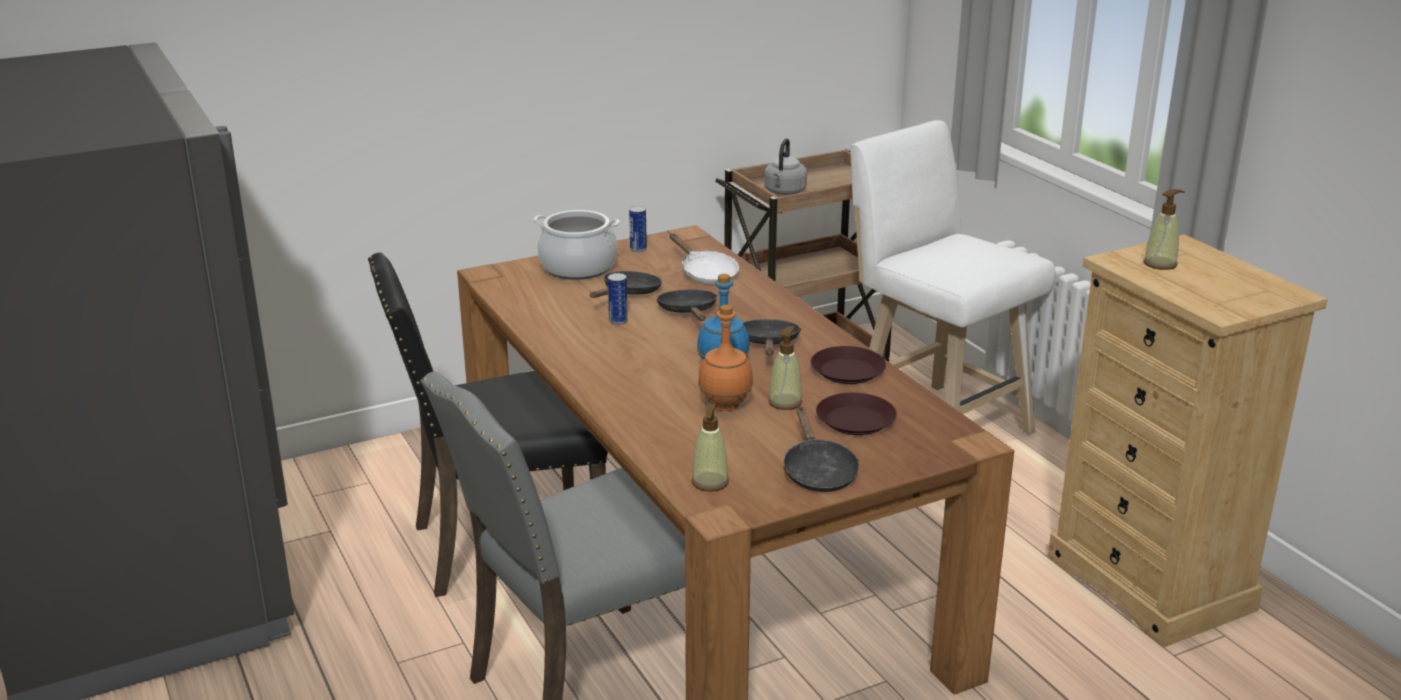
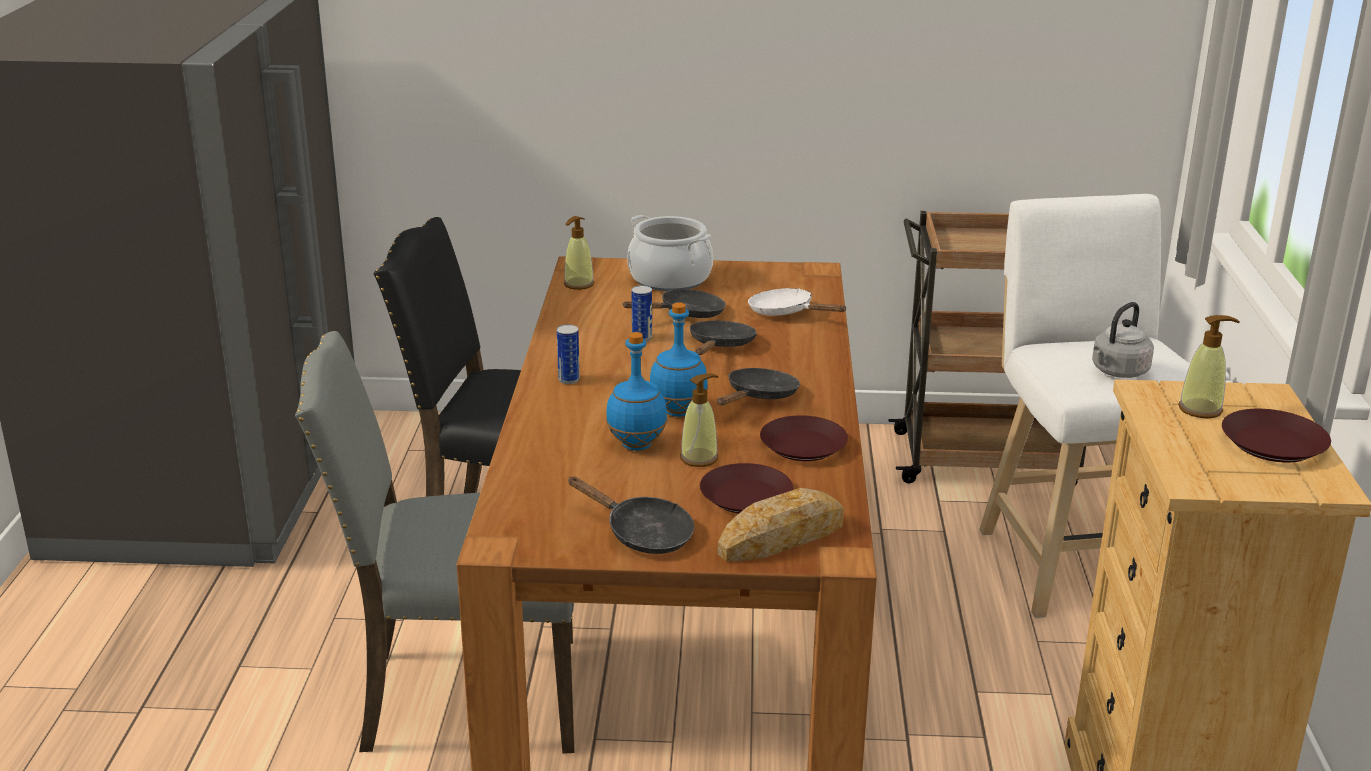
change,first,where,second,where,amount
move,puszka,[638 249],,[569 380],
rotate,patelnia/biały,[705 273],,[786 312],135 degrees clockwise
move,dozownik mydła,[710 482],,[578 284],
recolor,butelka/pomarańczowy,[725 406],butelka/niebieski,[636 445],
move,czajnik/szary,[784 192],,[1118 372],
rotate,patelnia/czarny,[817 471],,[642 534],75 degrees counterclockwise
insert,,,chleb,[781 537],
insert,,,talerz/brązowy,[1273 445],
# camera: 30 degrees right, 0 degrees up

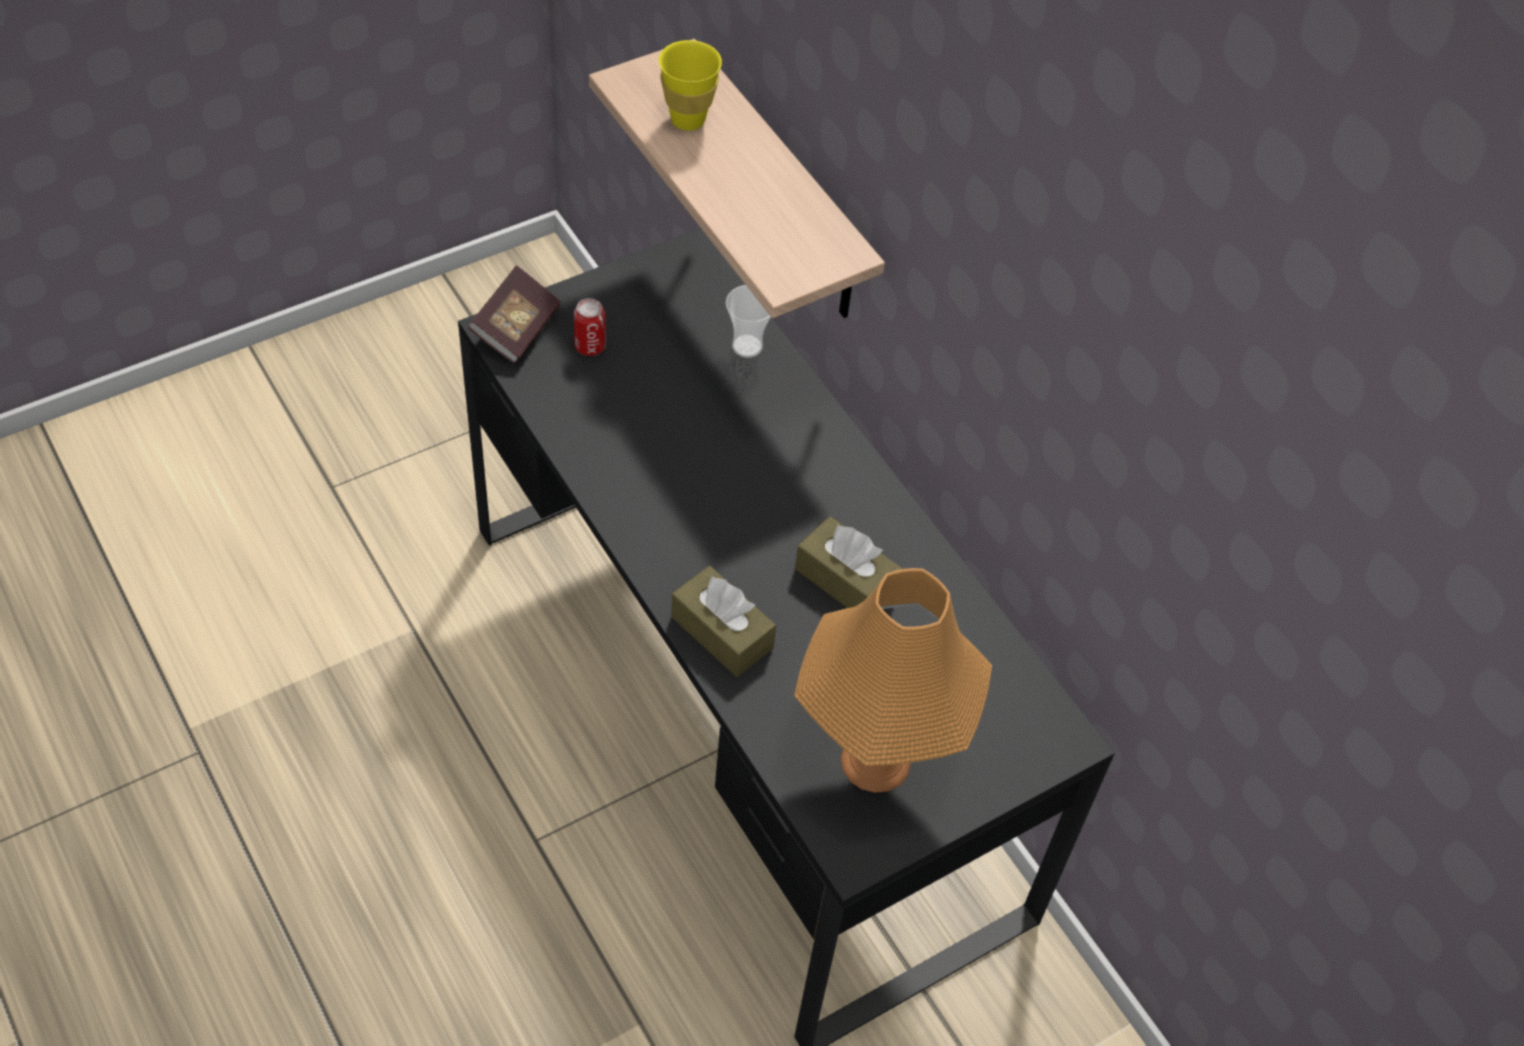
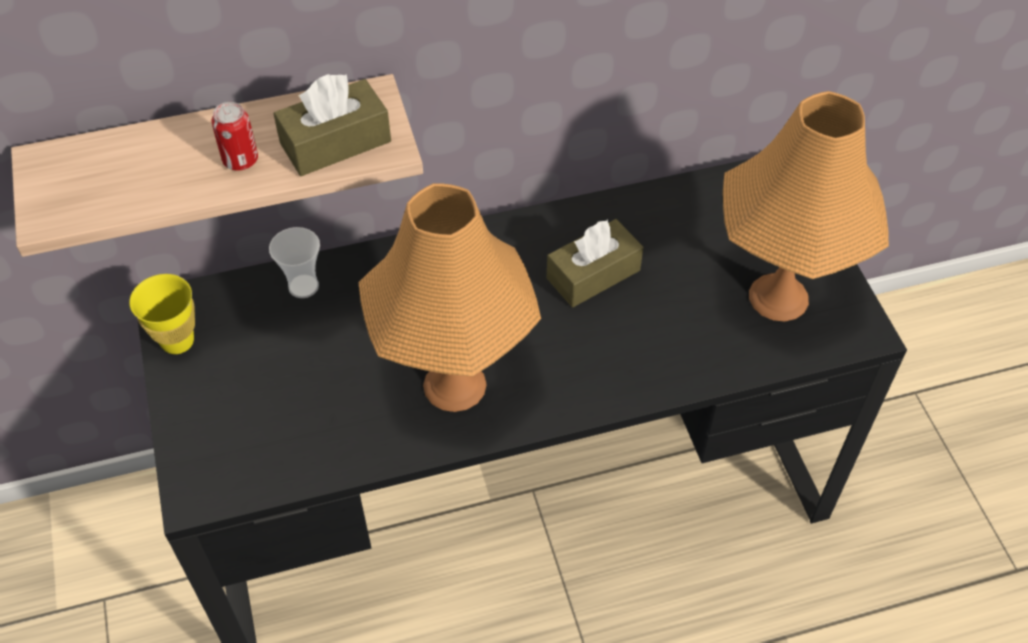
change,first,where,second,where,amount
delete,książka,[516 328],,,
move,puszka,[590 346],,[240 160],
move,filiżanka/żółty,[688 120],,[177 341],
move,pudełko chusteczek/brązowy,[722 632],,[335 142],
insert,,,lampa stołowa/pomarańczowy,[455 385],
# camera: 70 degrees left, 0 degrees up

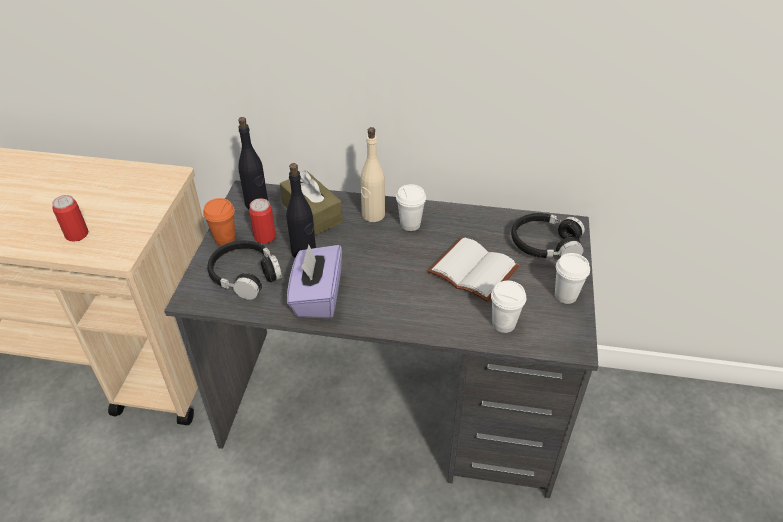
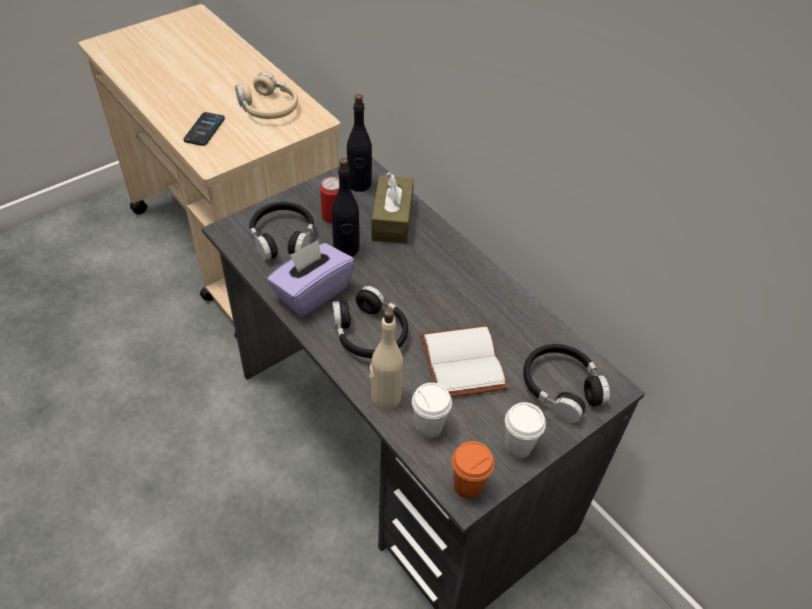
change,first,where,second,where,amount
replace,puszka,[77 234],telefon,[204 130],
move,filiżanka/pomarańczowy,[225 239],,[467 486],
move,butelka/beżowy,[373 215],,[385 397],
delete,filiżanka/biały,[410 224],,,
insert,,,słuchawki/beżowy,[268 107],
insert,,,słuchawki/czarny,[369 333],
# camera: 40 degrees right, 5 degrees up

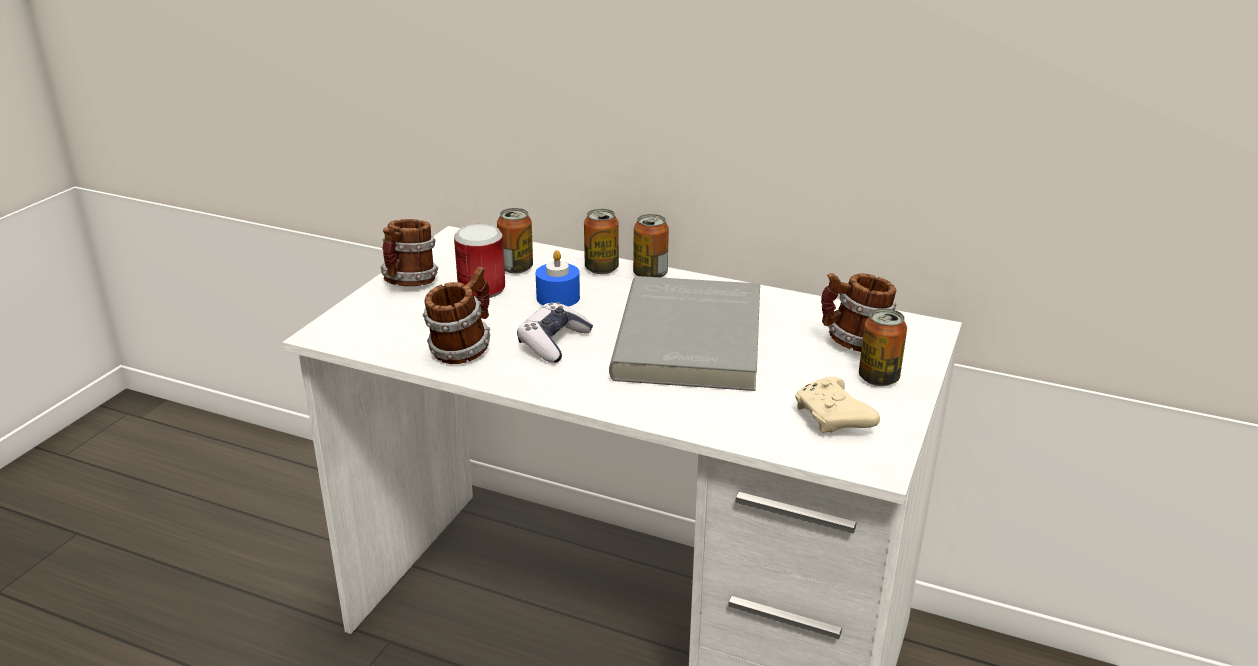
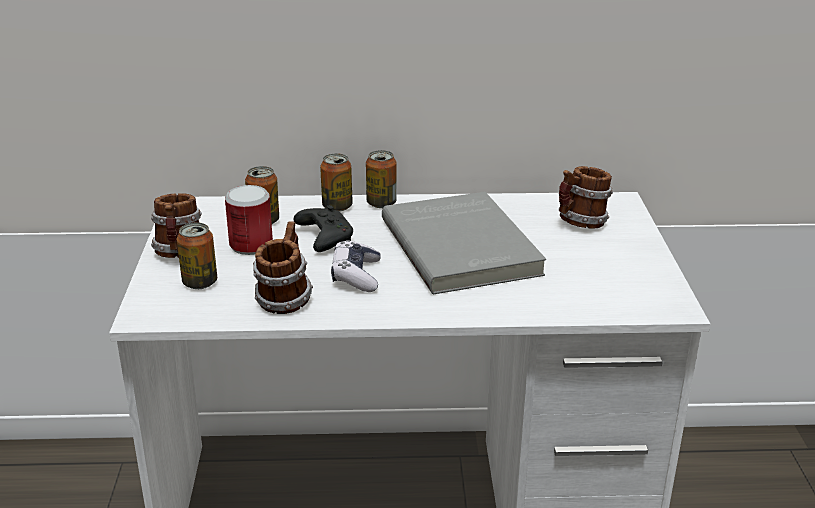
change,first,where,second,where,amount
replace,świeca/niebieski,[558 297],pad do gier/czarny,[324 238],
delete,pad do gier/beżowy,[833 419],,,
move,puszka,[878 378],,[200 282],
# camera: 25 degrees left, 0 degrees up

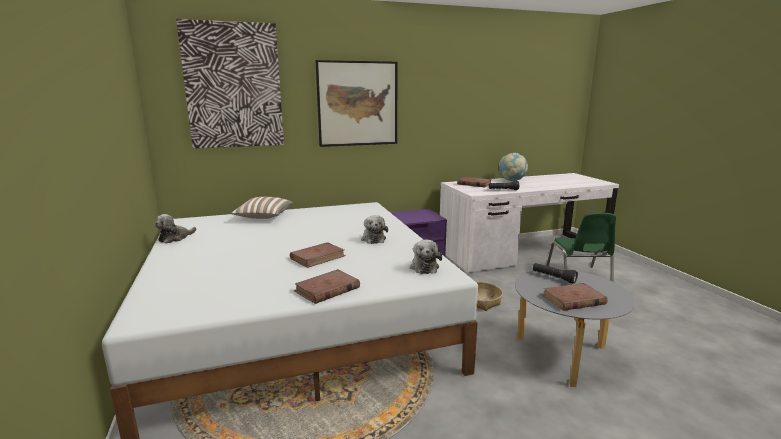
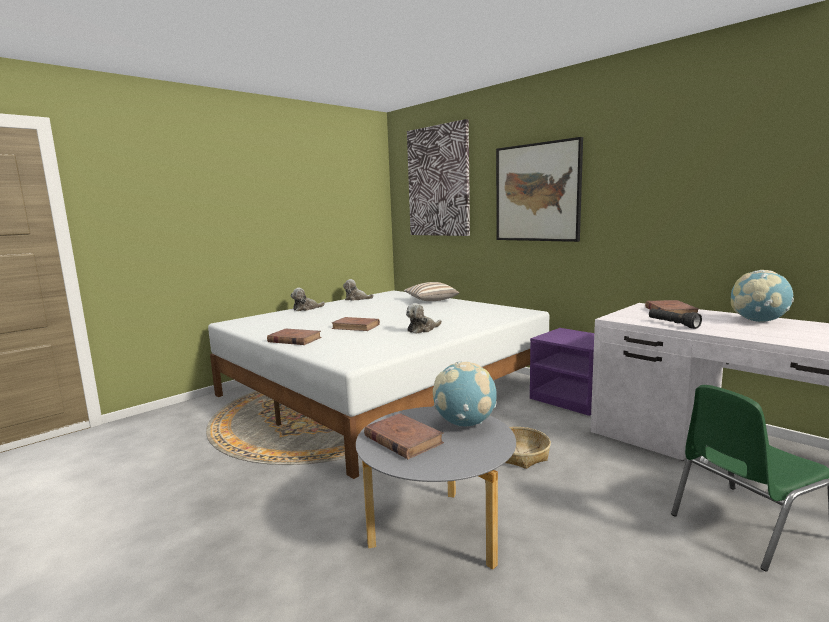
change,first,where,second,where,amount
move,pluszak,[424 267],,[306 309],
replace,latarka/czarny,[553 278],globus,[465 423],
# camera: 65 degrees right, 5 degrees down

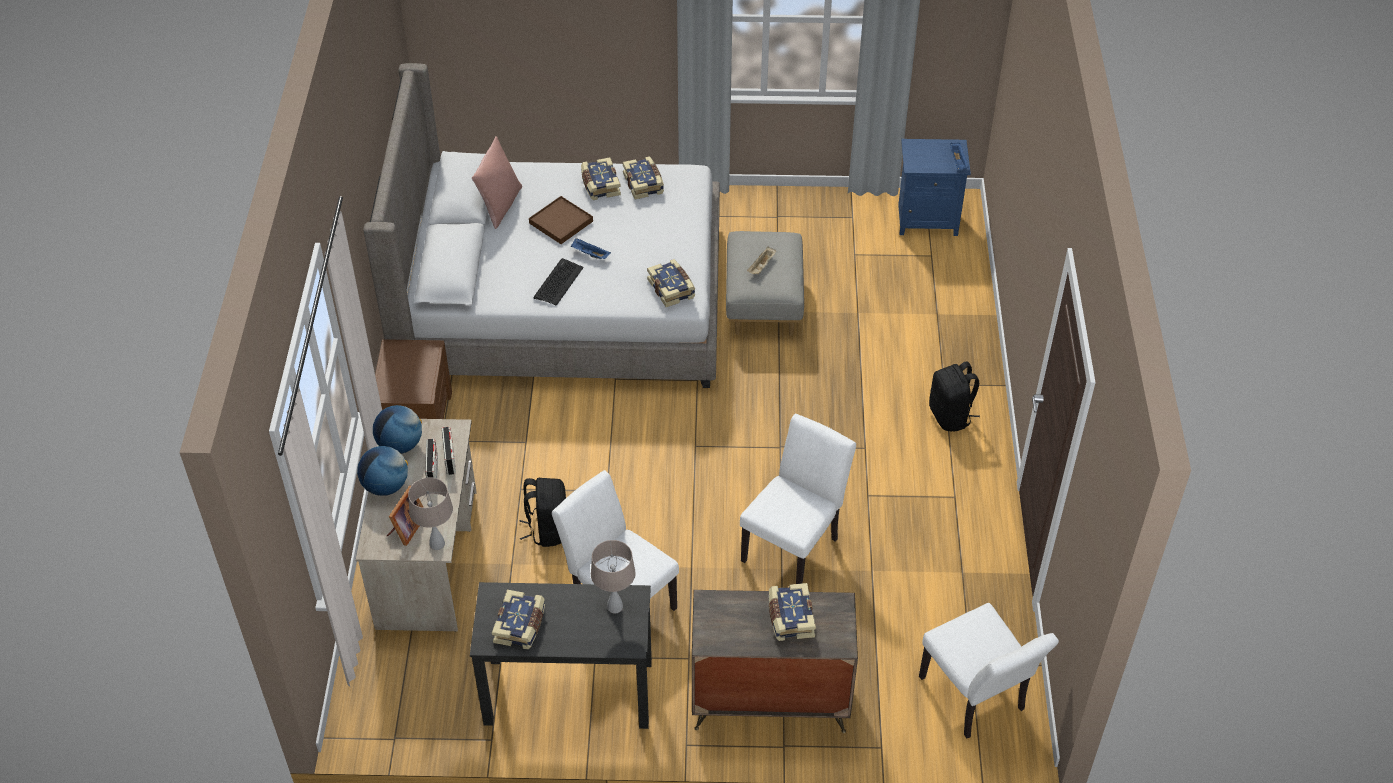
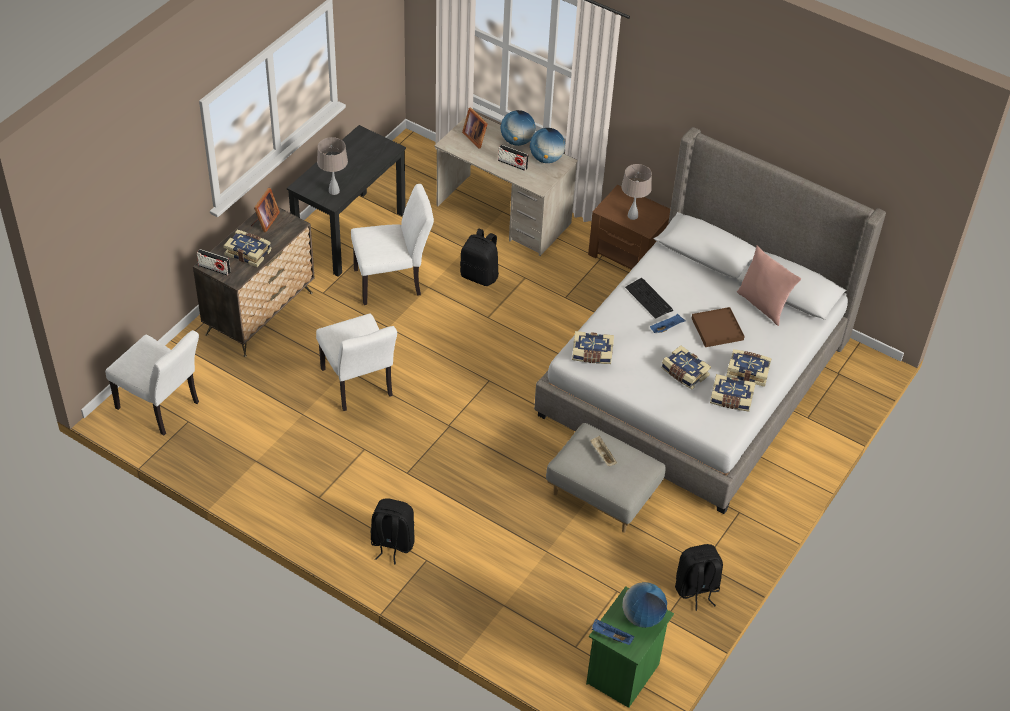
change,first,where,second,where,amount
move,lampa stołowa/beżowy,[437 543],,[633 216],
move,radio,[450 458],,[214 269],
move,książka,[521 625],,[684 373],
recolor,szafka nocna/niebieski,[927 219],szafka nocna/zielony,[624 674],
rotate,krzesło/biały,[976 699],,[162 408],150 degrees counterclockwise
insert,,,ramka na zdjęcie,[265 221],
insert,,,globus,[642 617],
insert,,,plecak/czarny,[696 589],
# camera: 120 degrees right, 0 degrees up

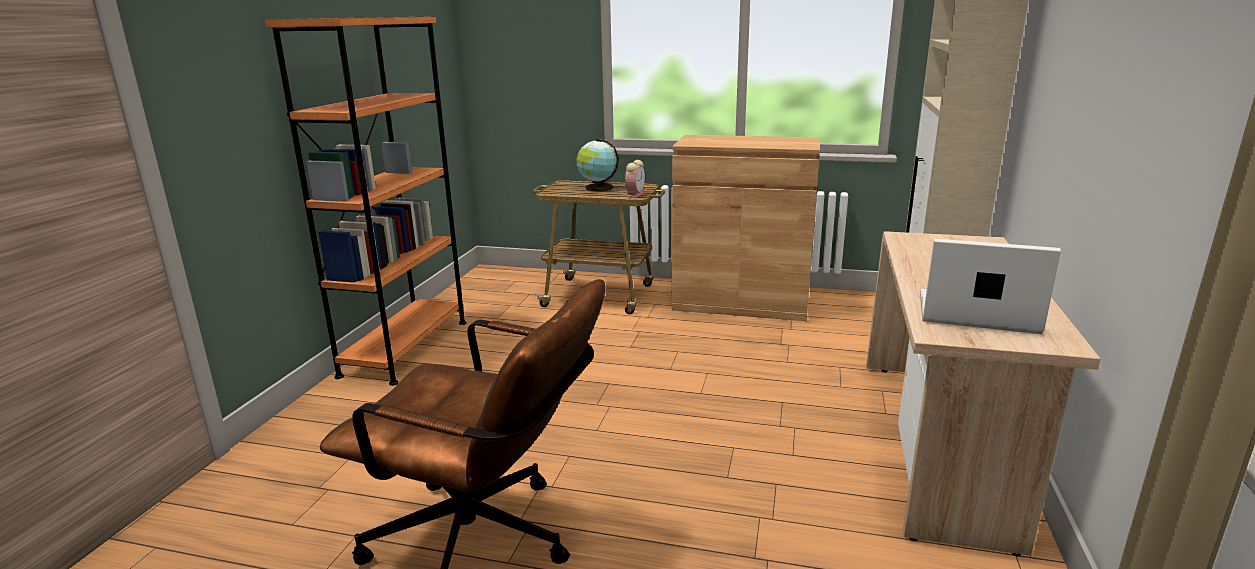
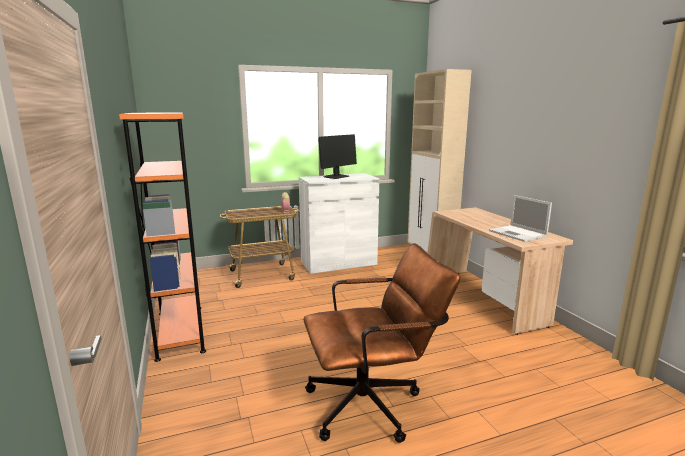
change,first,where,second,where,amount
delete,globus,[597 188],,,
recolor,szafka/brązowy,[741 303],szafka/biały,[338 263],
rotate,laptop,[974 313],,[518 234],105 degrees counterclockwise
insert,,,monitor,[336 177],
# camera: 35 degrees left, 5 degrees down

